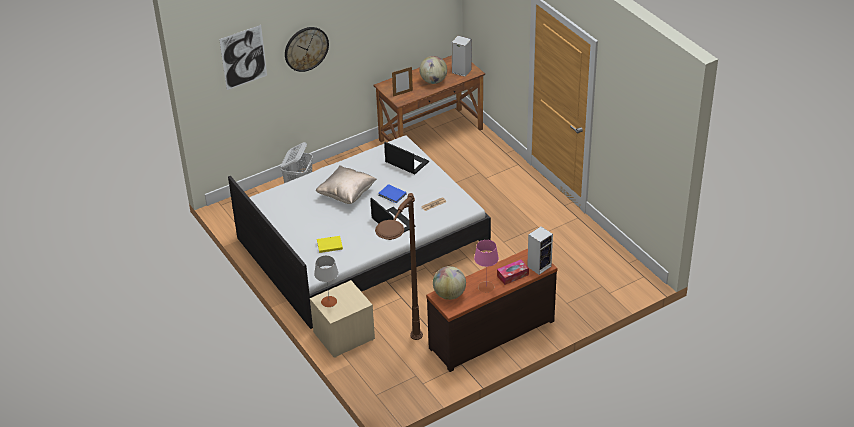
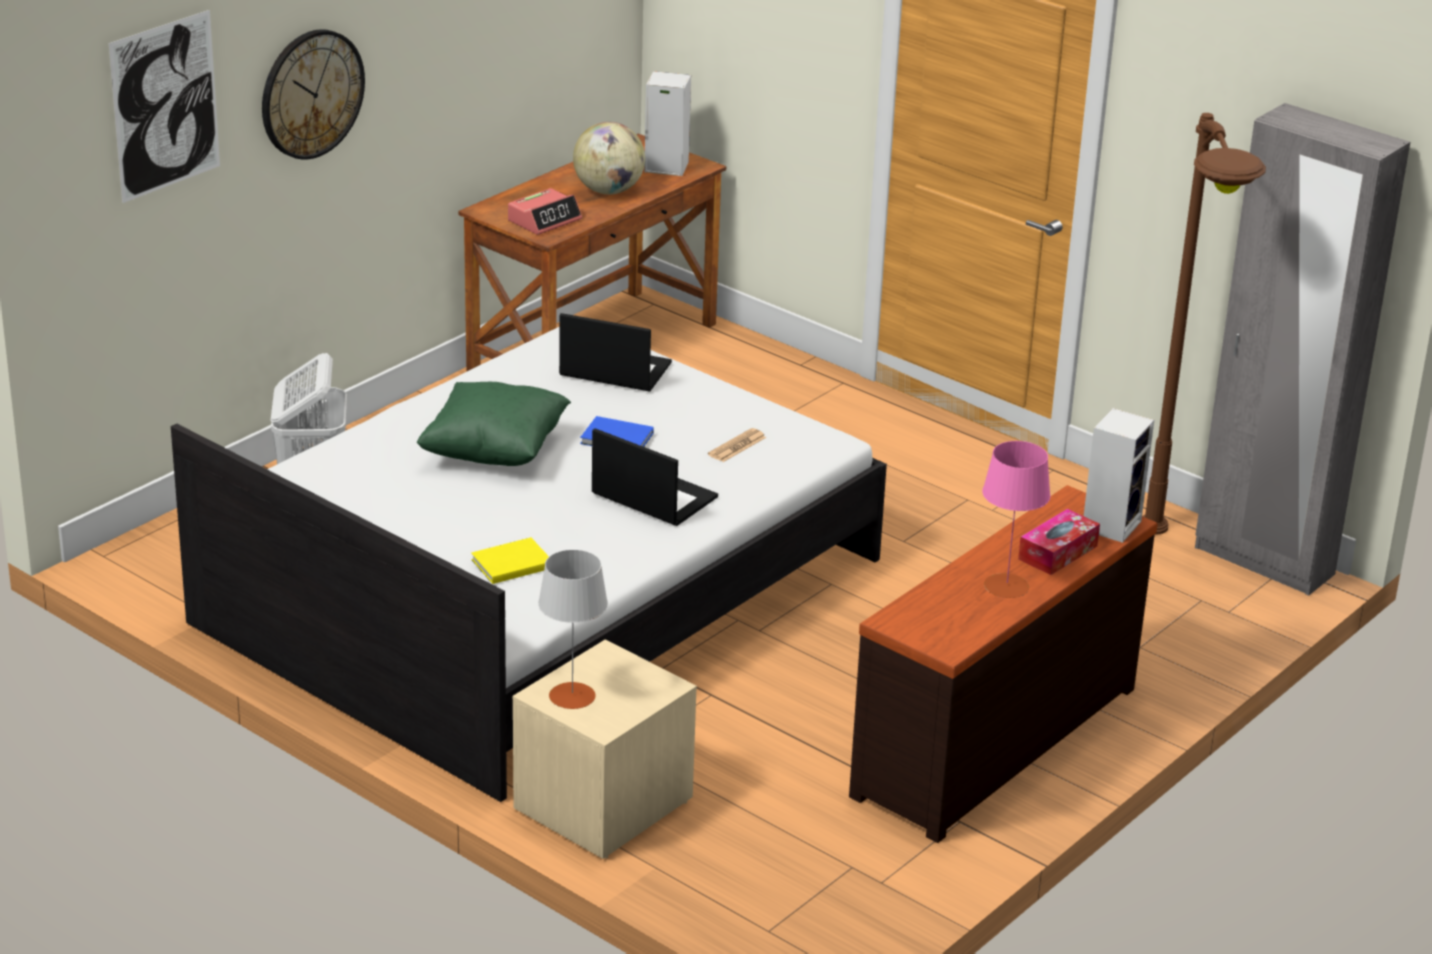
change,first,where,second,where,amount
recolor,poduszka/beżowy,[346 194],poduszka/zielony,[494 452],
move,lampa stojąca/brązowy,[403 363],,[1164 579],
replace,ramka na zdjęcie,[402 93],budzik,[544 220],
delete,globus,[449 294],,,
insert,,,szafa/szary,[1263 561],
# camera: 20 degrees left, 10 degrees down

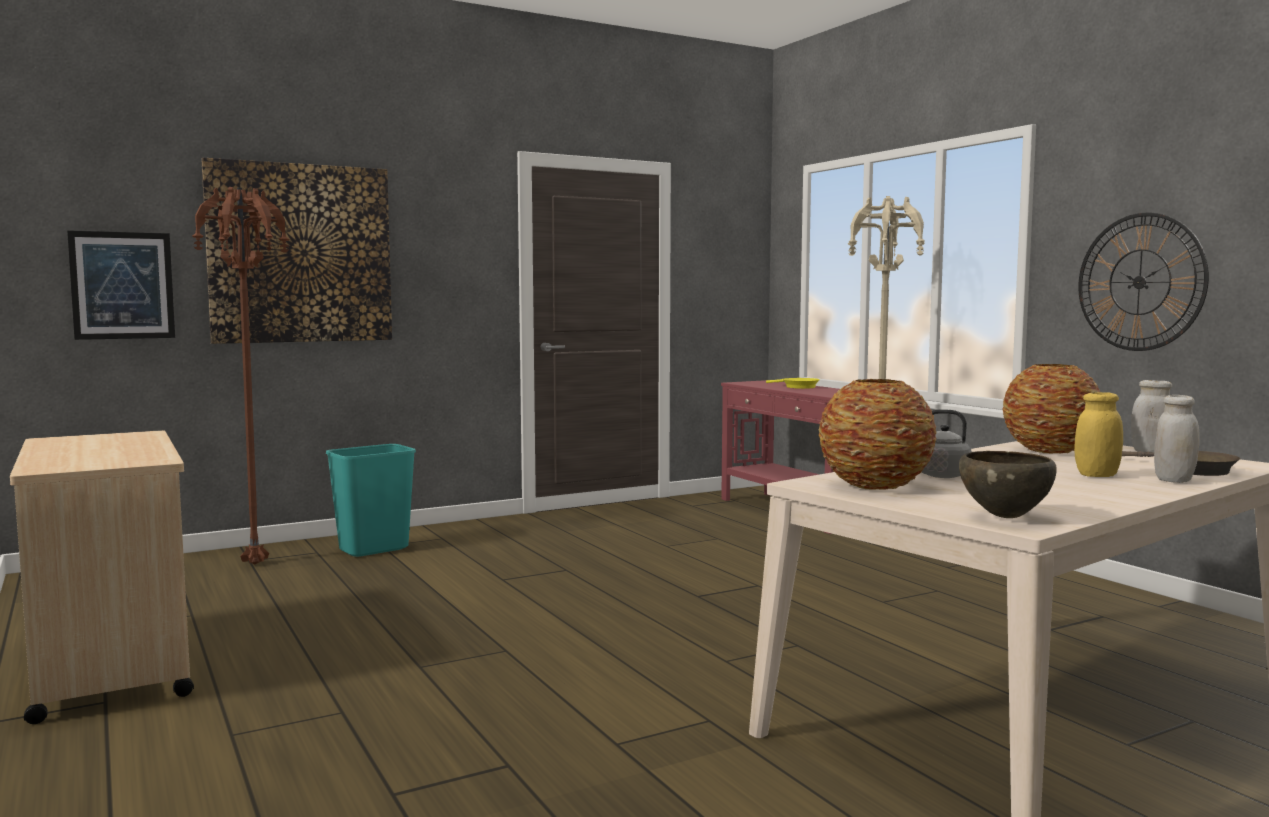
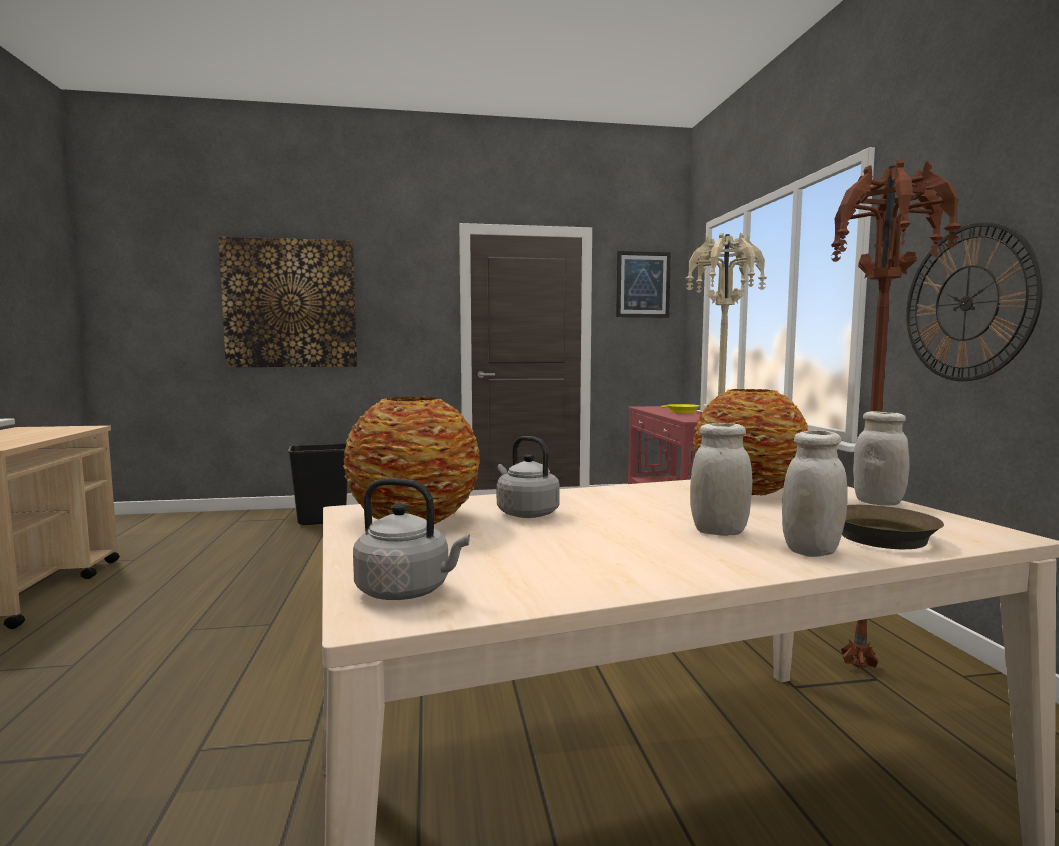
change,first,where,second,where,amount
move,obraz,[122 285],,[642 285],
move,lampa stojąca/brązowy,[258 564],,[861 667],
recolor,kosz na śmieci/turkusowy,[373 550],kosz na śmieci/czarny,[321 521],
replace,miska/brązowy,[1005 517],czajnik/szary,[407 591],
recolor,słoik/żółty,[1097 475],słoik/biały,[719 532],
# camera: 20 degrees right, 0 degrees up

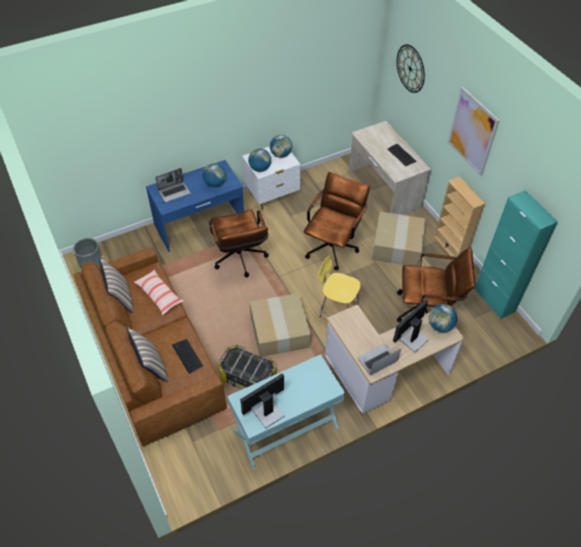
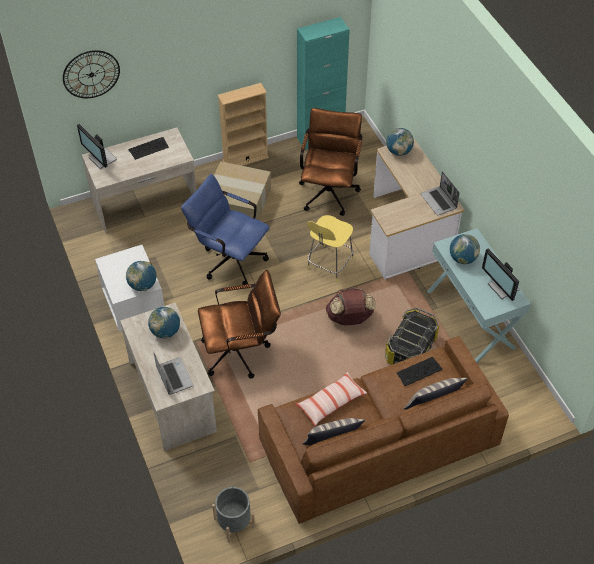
change,first,where,second,where,amount
recolor,biurko/niebieski,[200 225],biurko/beżowy,[173 396],
replace,karton,[278 331],plecak/brązowy,[349 318],
move,globus,[281 155],,[462 258],
recolor,krzesło biurowe/brązowy,[333 245],krzesło biurowe/niebieski,[229 259],
move,monitor,[412 339],,[102 159],
delete,obraz,[472 131],,,
# camera: 85 degrees left, 0 degrees up

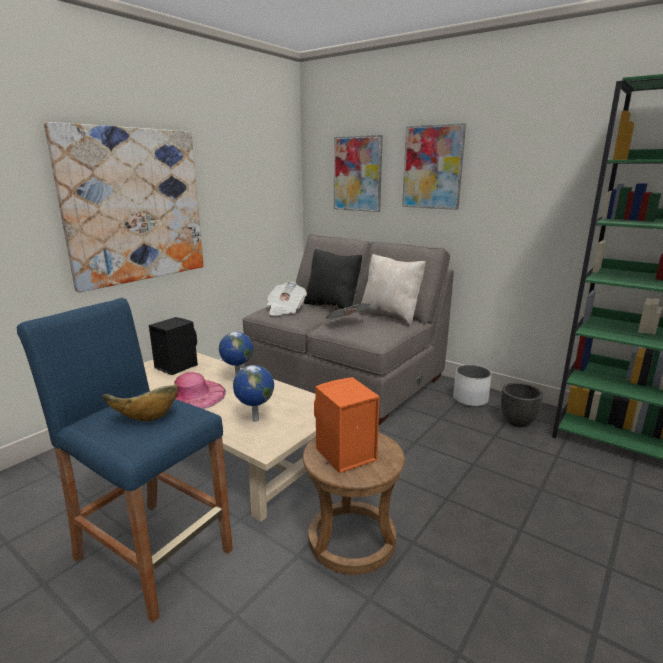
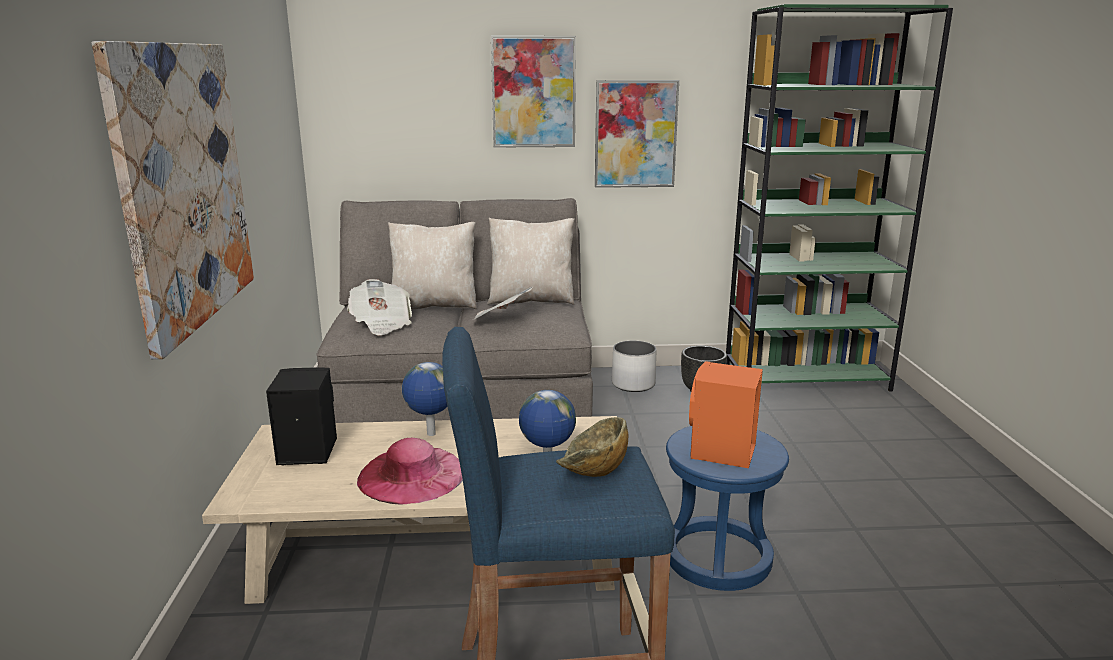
change,first,where,second,where,amount
recolor,stołek/brązowy,[352 539],stołek/niebieski,[717 557],
recolor,poduszka/czarny,[332 306],poduszka/beżowy,[434 305],
move,obraz,[357 174],,[635 134],
# camera: 40 degrees left, 0 degrees up

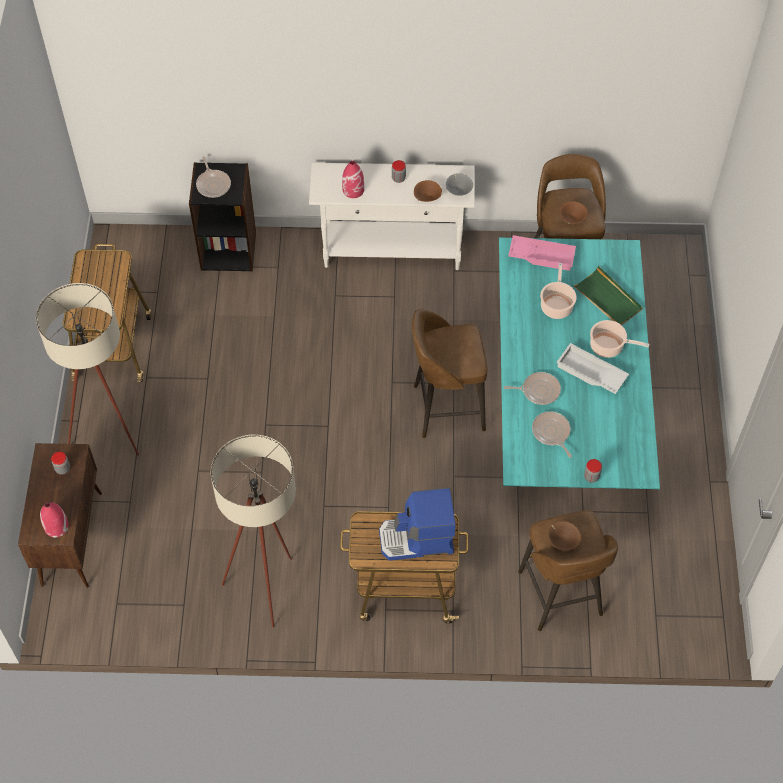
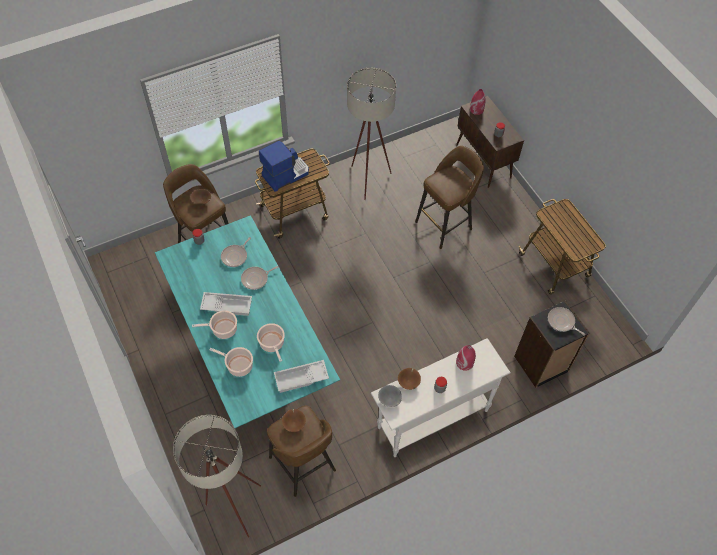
change,first,where,second,where,amount
move,lampa stojąca/beżowy,[113 439],,[231 507],
move,stołek/brązowy,[446 408],,[445 225],
recolor,taca/różowy,[542 255],taca/biały,[301 379],
rotate,patelnia,[551 433],,[235 256],90 degrees clockwise
replace,taca/zielony,[607 299],garnek,[238 365],
# camera: 150 degrees right, 0 degrees up

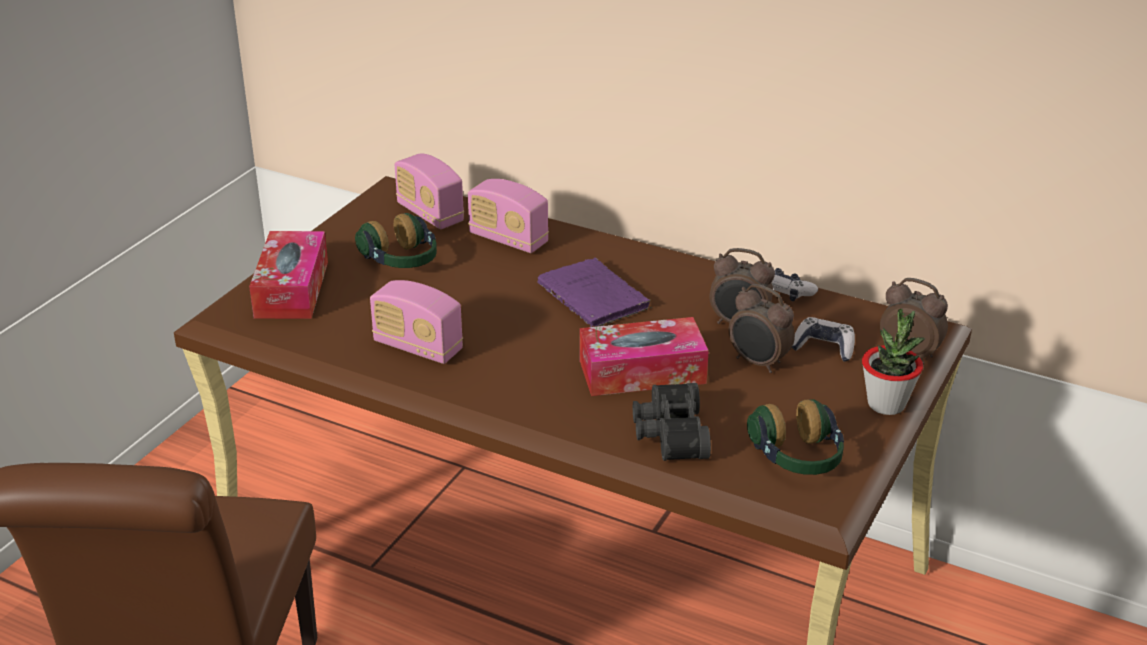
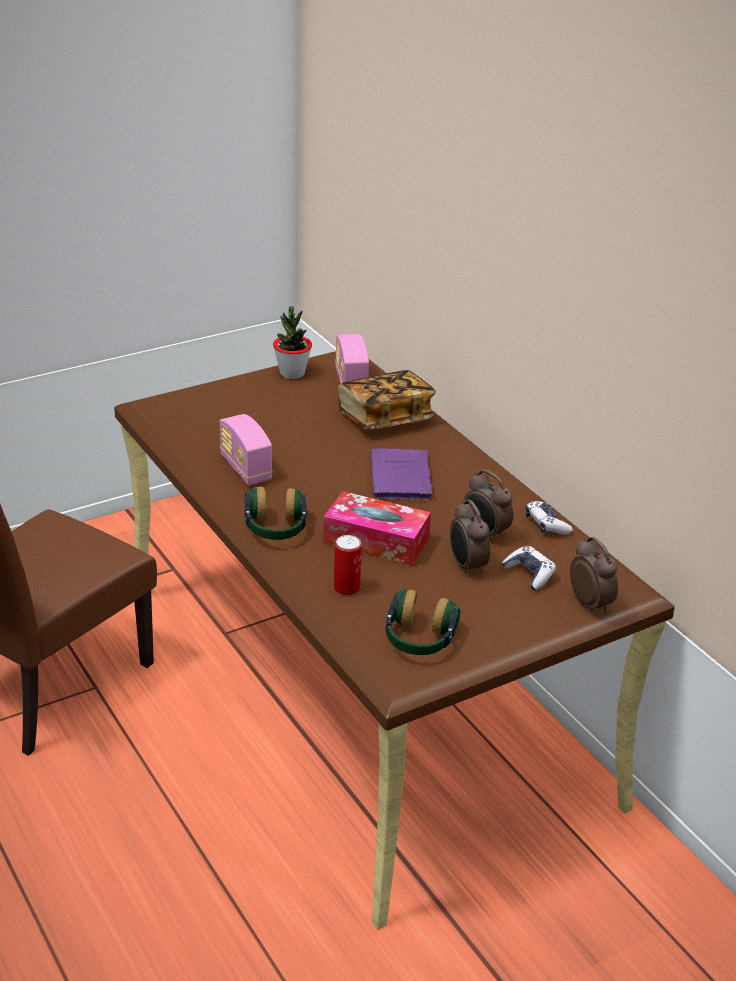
change,first,where,second,where,amount
delete,pudełko chusteczek,[292 289],,,
move,słuchawki,[402 261],,[275 529],
replace,radio,[508 239],książka,[385 418],
replace,lornetka/czarny,[668 434],puszka,[346 588],
move,roślina doniczkowa,[886 404],,[292 374],
# camera: 30 degrees right, 0 degrees up

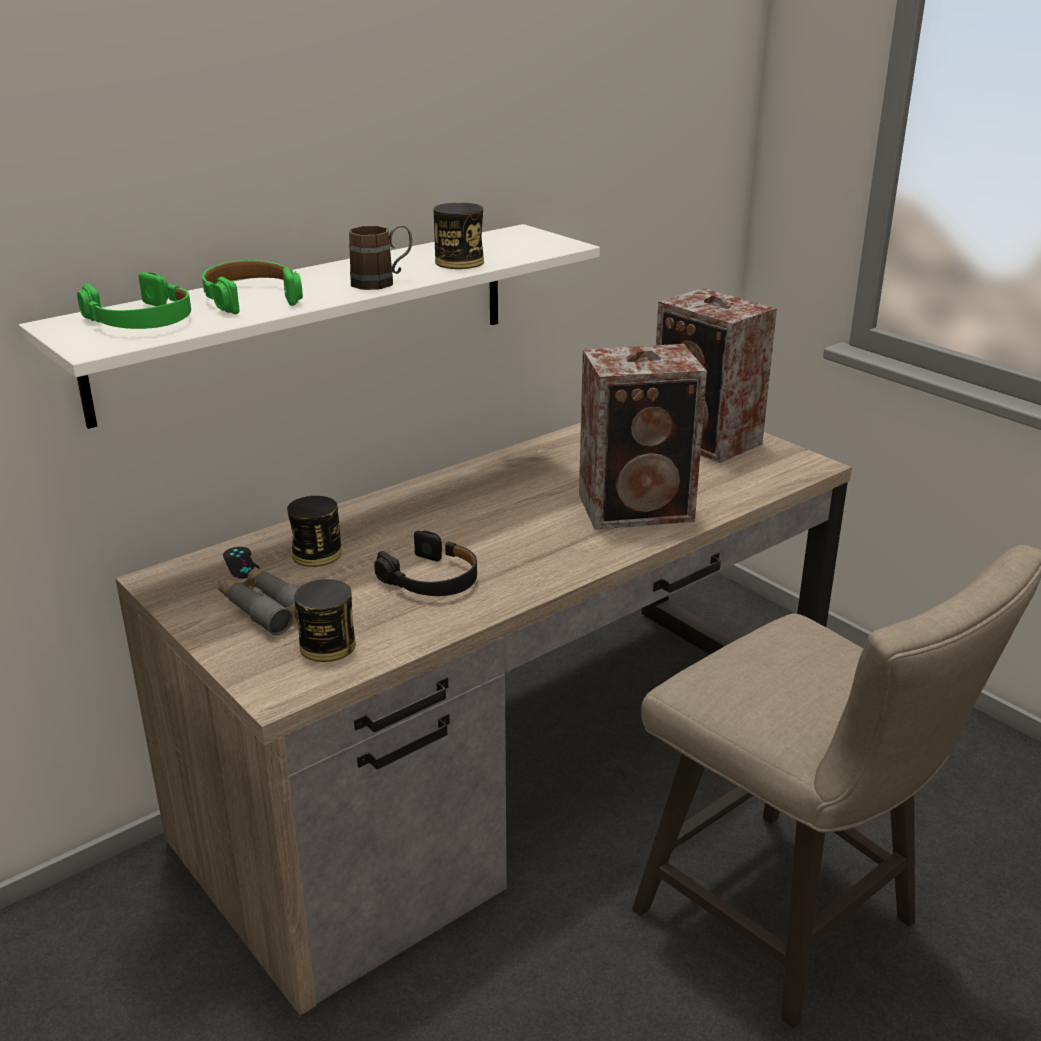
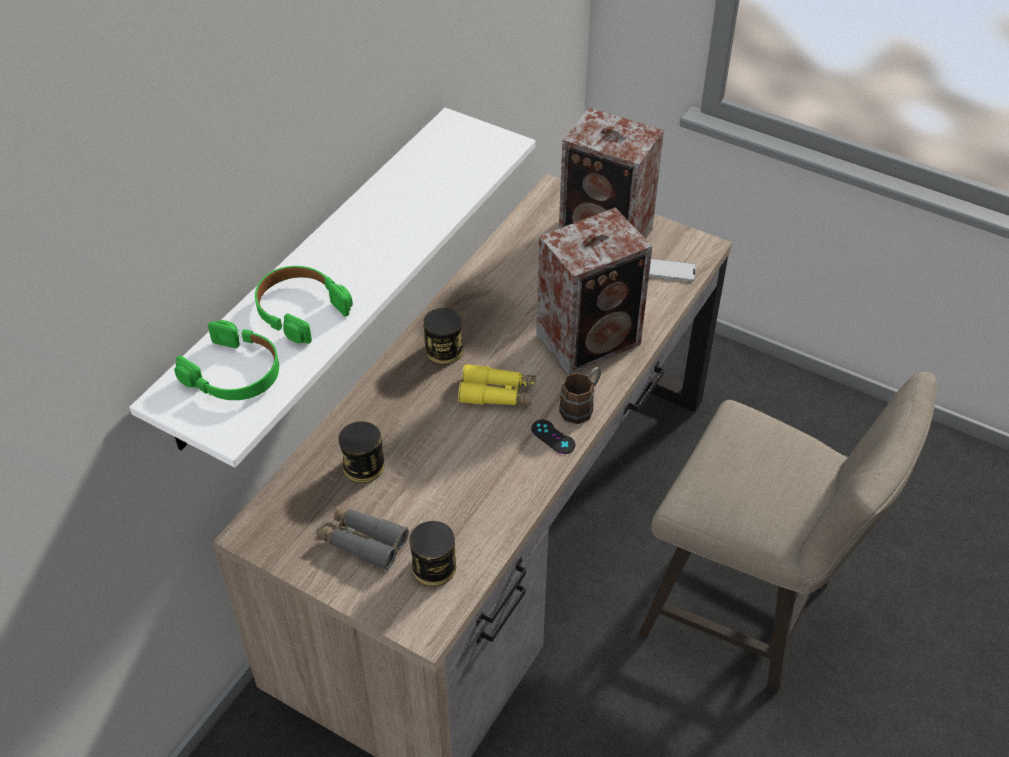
change,first,where,second,where,amount
move,pad do gier/czarny,[241 563],,[553 437],
move,kubek/brązowy,[382 282],,[581 406],
delete,słuchawki/czarny,[432 579],,,
move,puszka,[459 262],,[444 350],
insert,,,lornetka/żółty,[497 393],
insert,,,telefon,[670 271],
# camera: 20 degrees left, 20 degrees up

